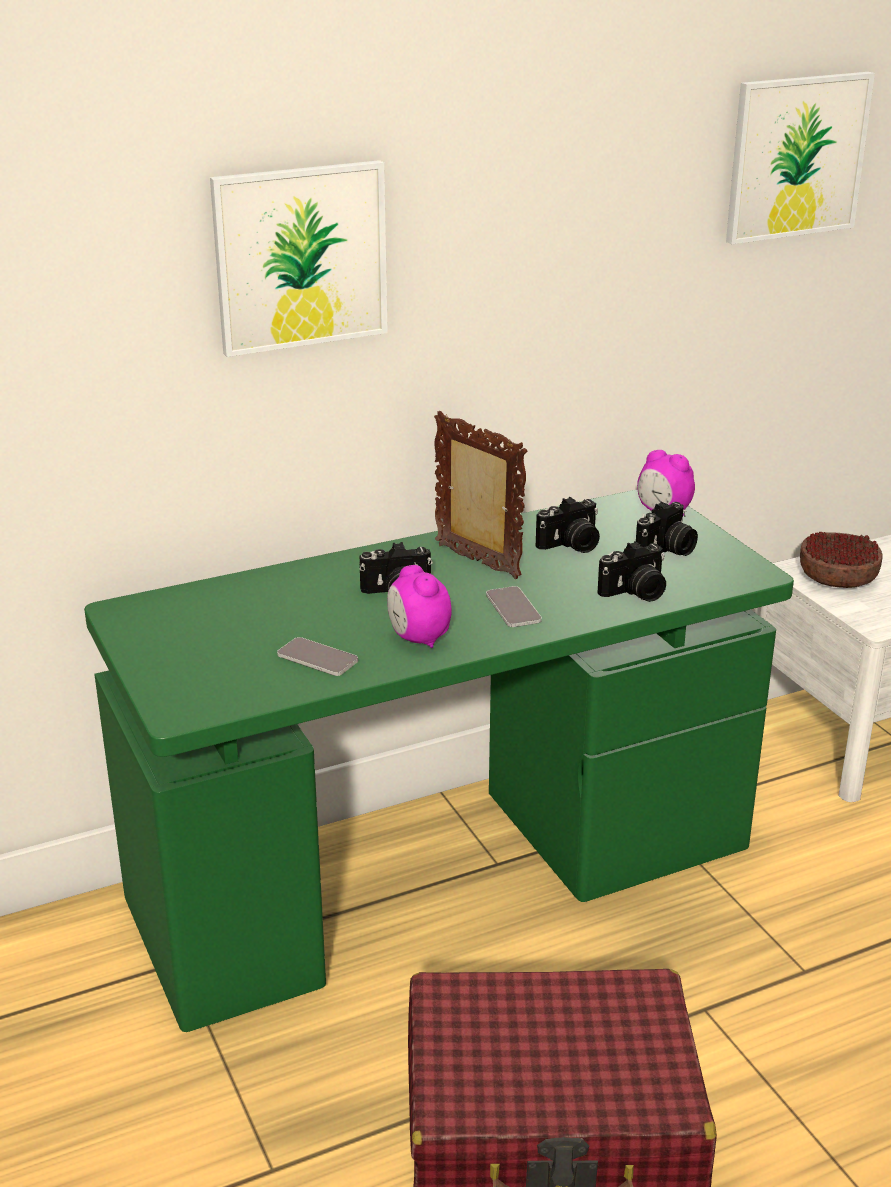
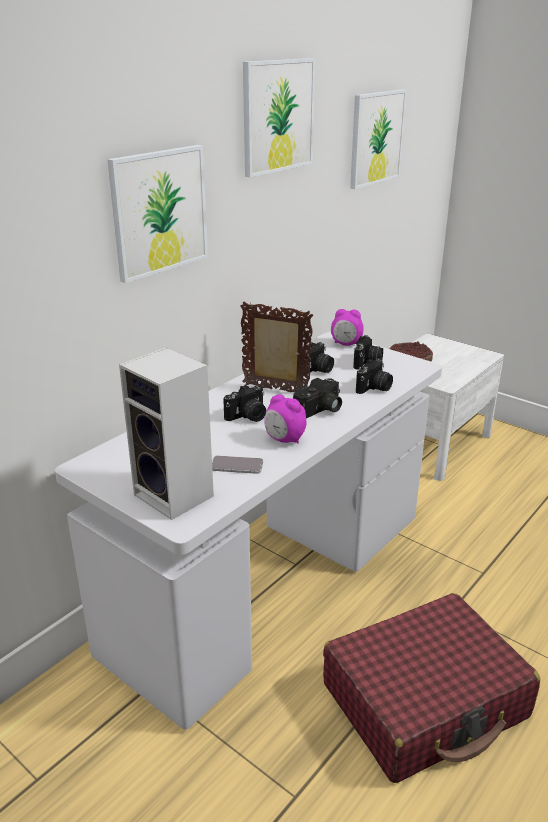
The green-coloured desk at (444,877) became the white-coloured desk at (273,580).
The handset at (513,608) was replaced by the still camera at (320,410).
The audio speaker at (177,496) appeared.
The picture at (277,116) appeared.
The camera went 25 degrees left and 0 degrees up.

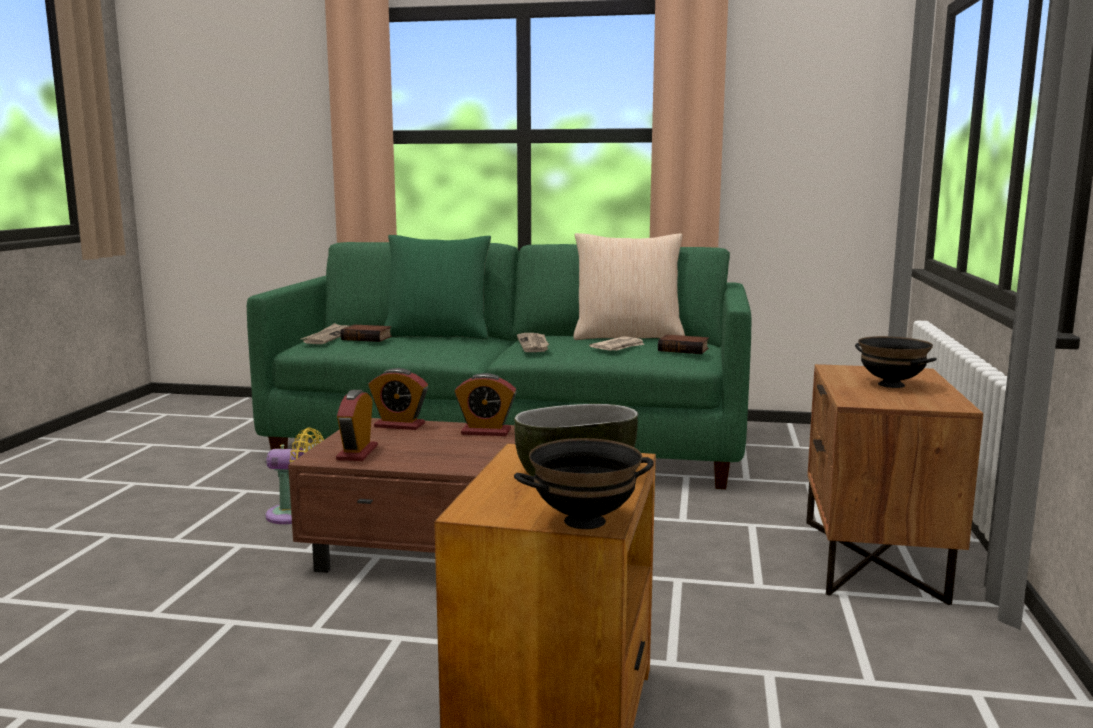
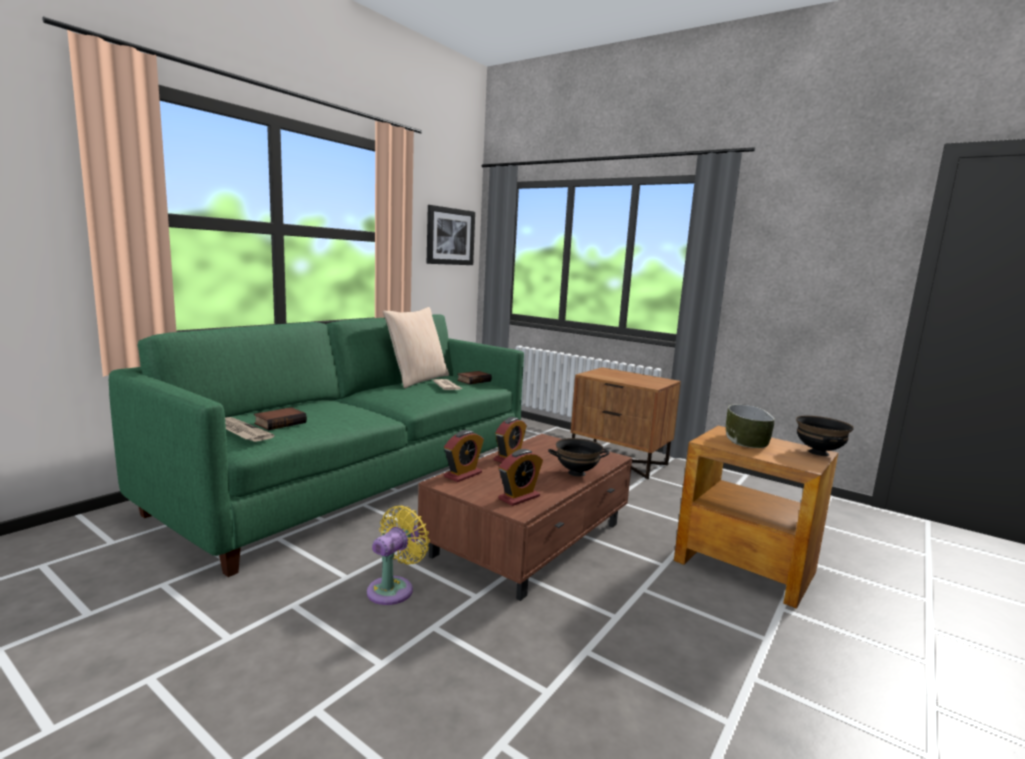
The bedside clock at (357,453) turned 75 degrees counterclockwise.
The green-coloured cushion at (438,335) disappeared.
The printed paper at (534,344) disappeared.
The blackish serving bowl moved from (892,385) to (577,473).
The picture at (450,236) appeared.
The camera went 65 degrees left and 0 degrees up.

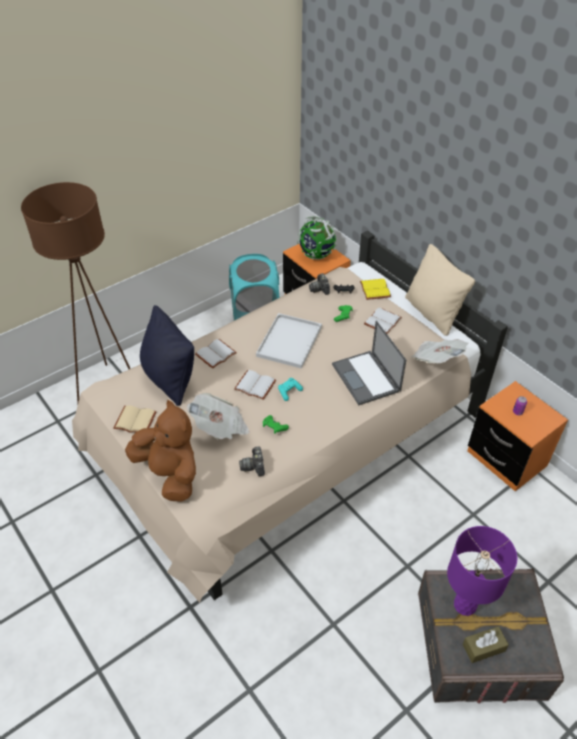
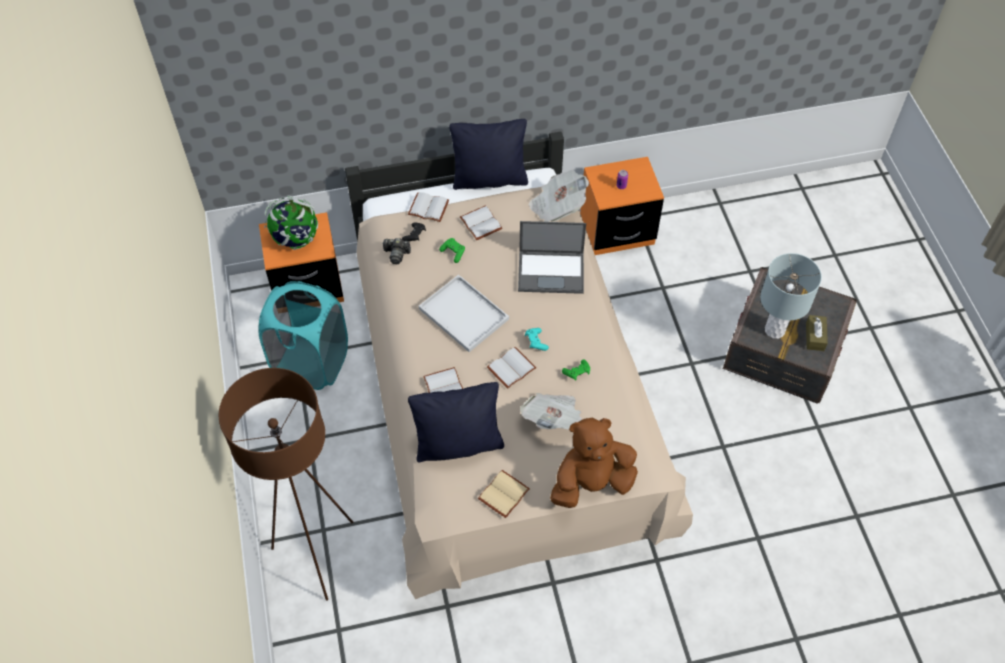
The still camera at (254,466) disappeared.
The yellow bound book at (374,289) became the white-coloured bound book at (427,208).
The beige-coloured cushion at (432,313) became the blackish cushion at (489,179).
The purple table lamp at (465,605) became the greyish table lamp at (774,330).
The camera went 65 degrees left and 10 degrees up.

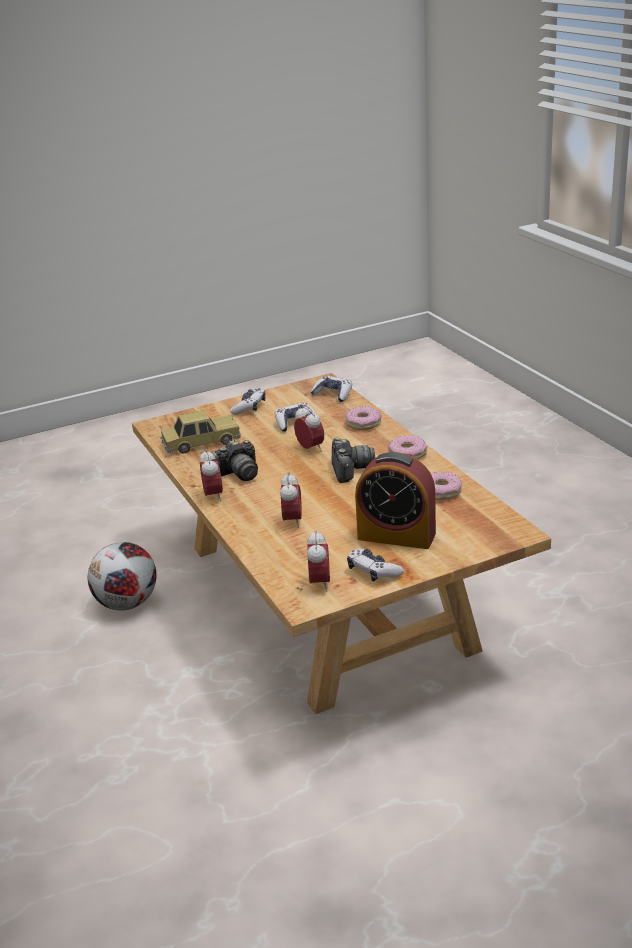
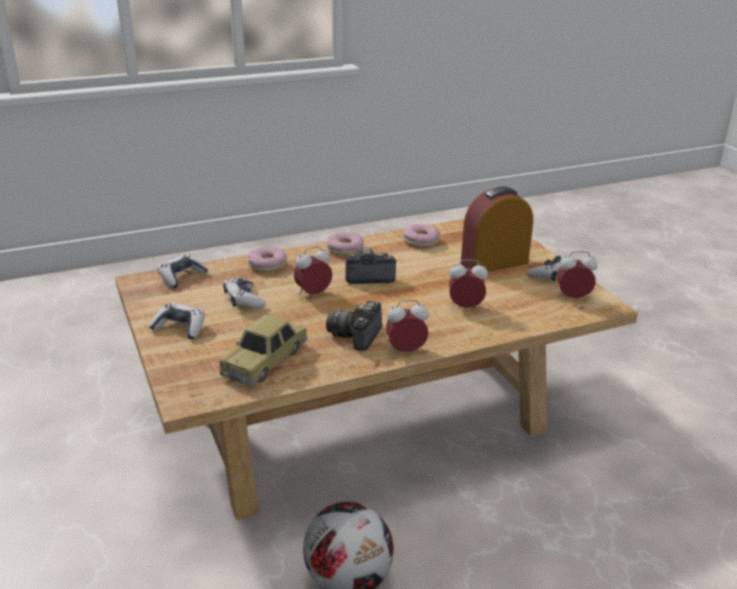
The model car at (201,443) turned 135 degrees counterclockwise.
The still camera at (237,474) turned 135 degrees counterclockwise.
The bedside clock at (396,536) turned 135 degrees counterclockwise.
The camera went 90 degrees left and 0 degrees up.

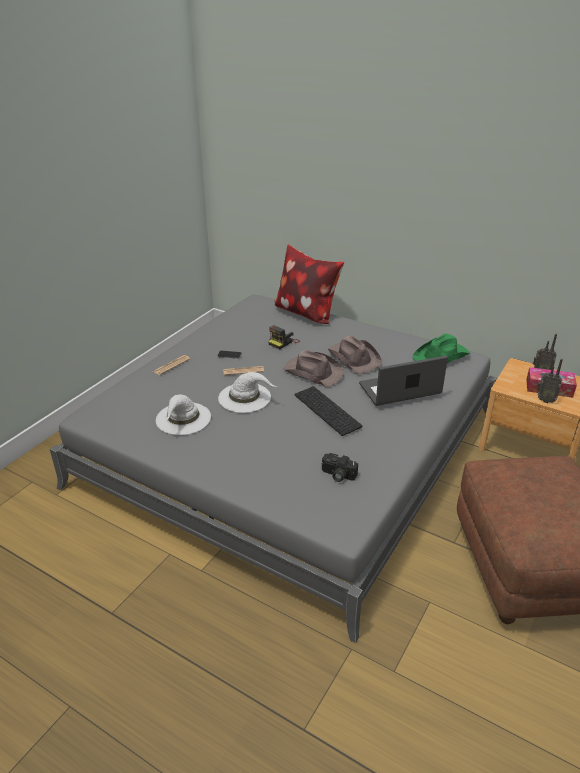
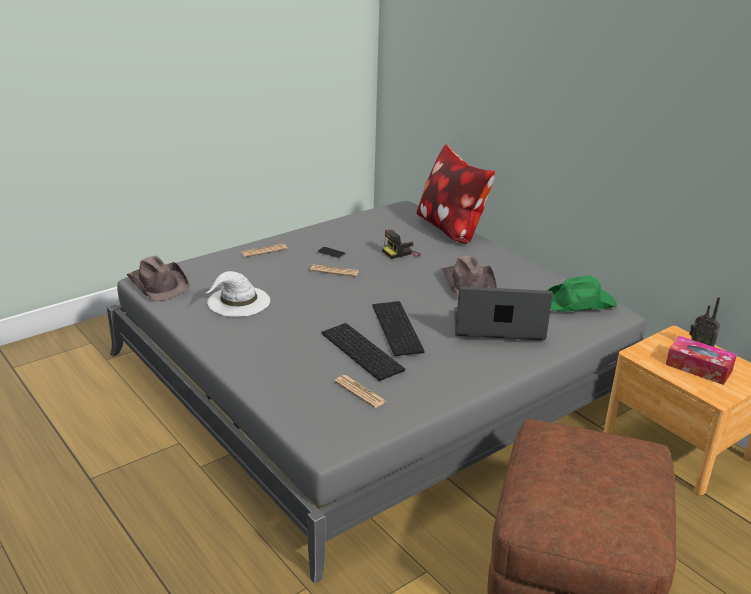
The white-coloured clothing hat at (245,397) disappeared.
The brownish clothing hat moved from (313,372) to (159,283).
The still camera at (337,475) was replaced by the printed paper at (360,392).
The radio at (545,400) disappeared.
The computer keyboard at (364,351) appeared.
The camera went 20 degrees right and 5 degrees down.

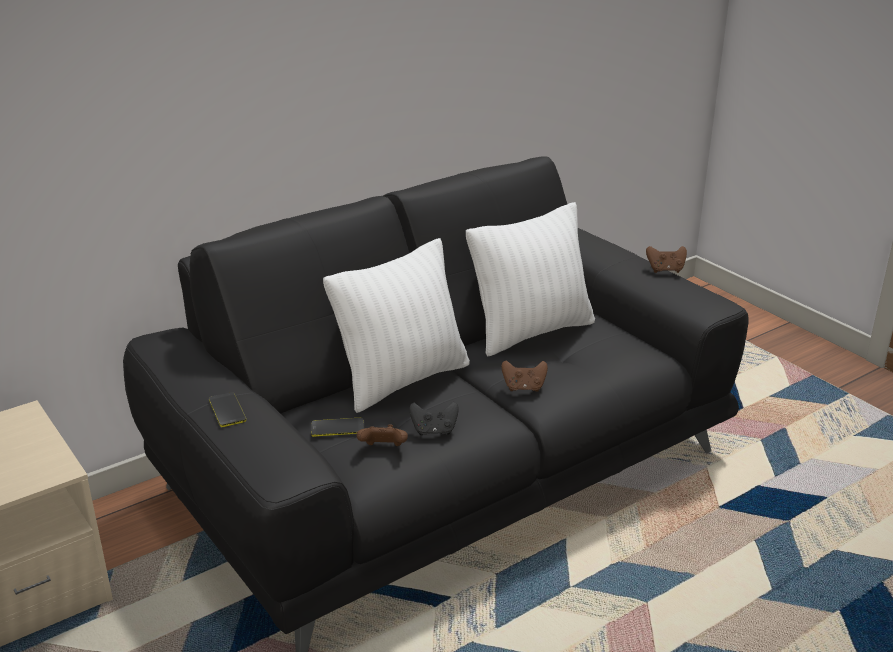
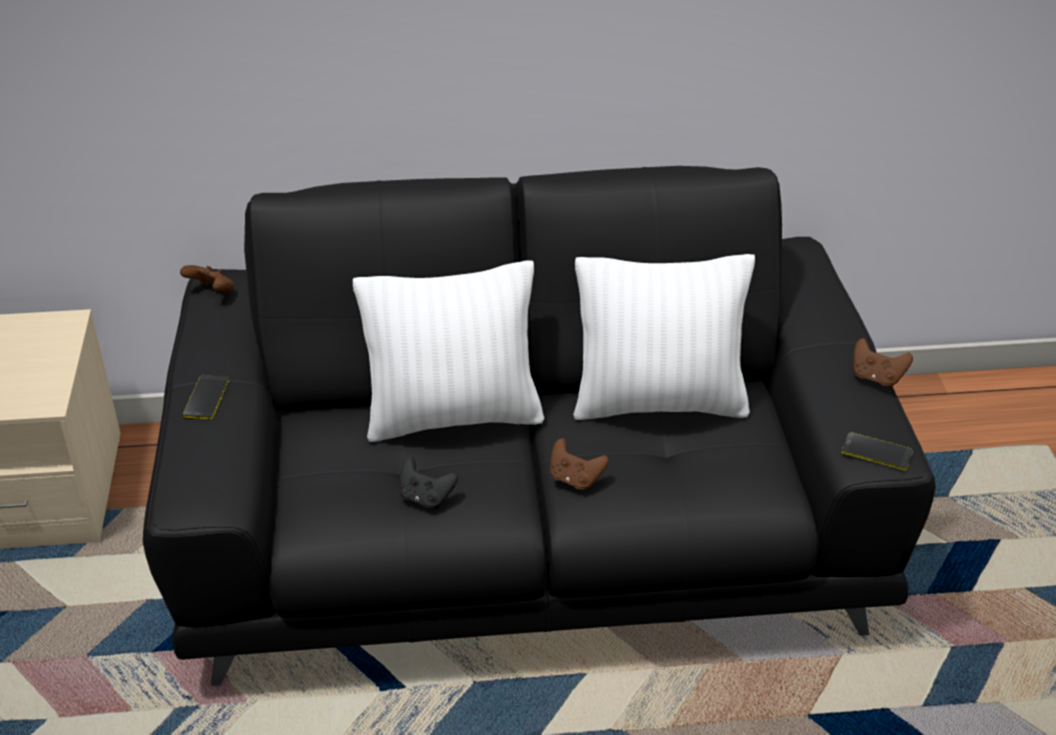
The handset moved from (337,428) to (877,452).
The brownish game controller moved from (383,449) to (212,293).
The camera went 30 degrees right and 10 degrees up.

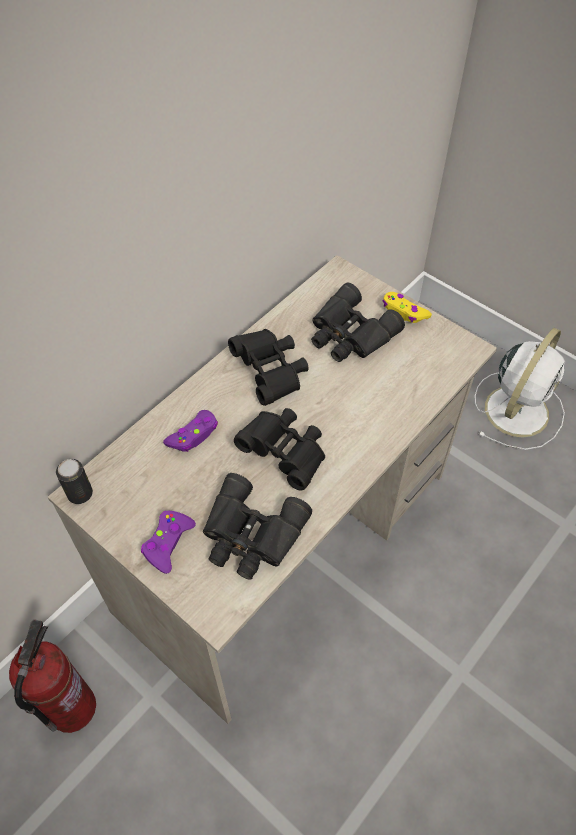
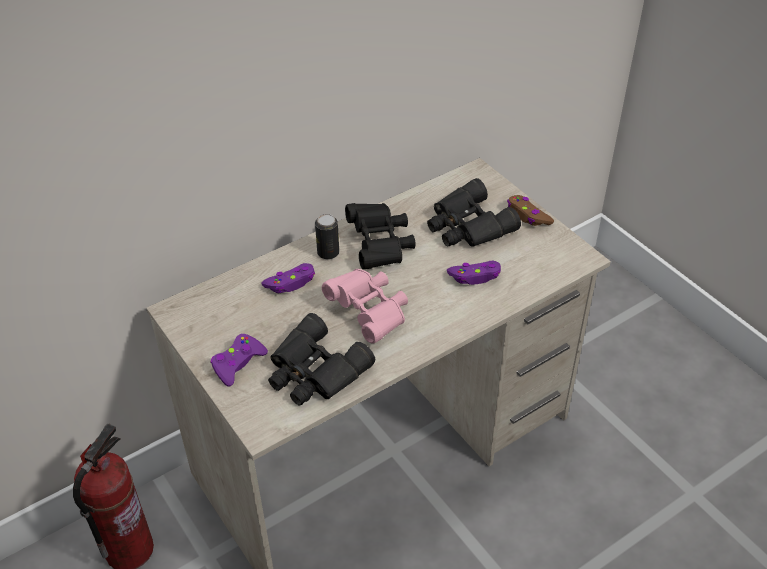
The can moved from (80,494) to (328,253).
The blackish binoculars at (285,454) became the pink binoculars at (370,313).
The yellow game controller at (404,312) became the brownish game controller at (528,216).
The white-coloured fan at (517,409) disappeared.
The purple game controller at (475,276) appeared.
The camera went 15 degrees right and 10 degrees down.

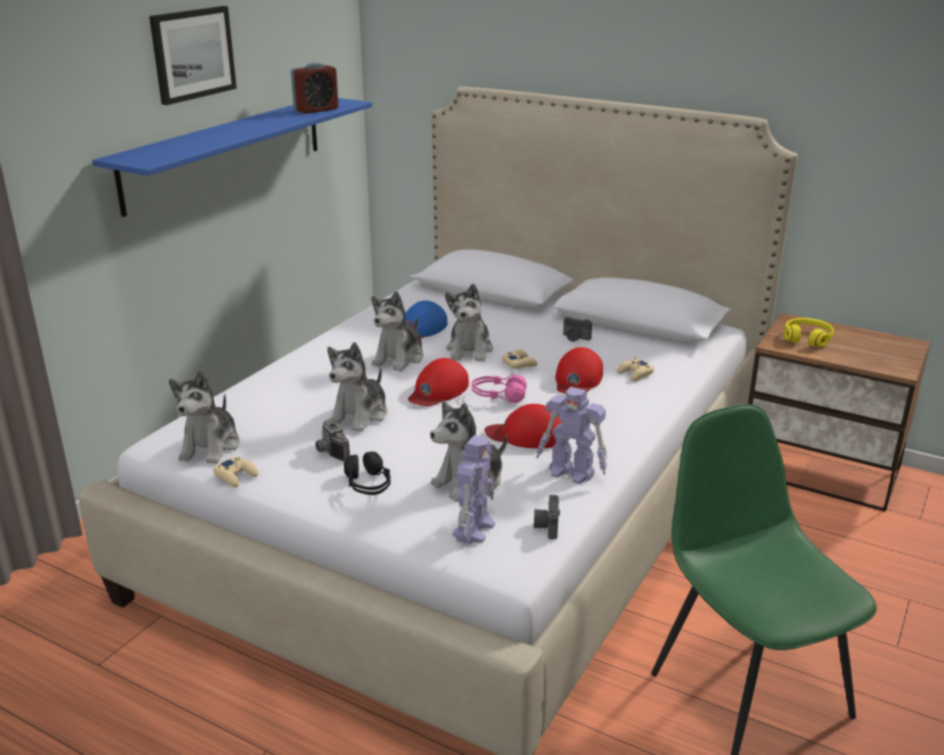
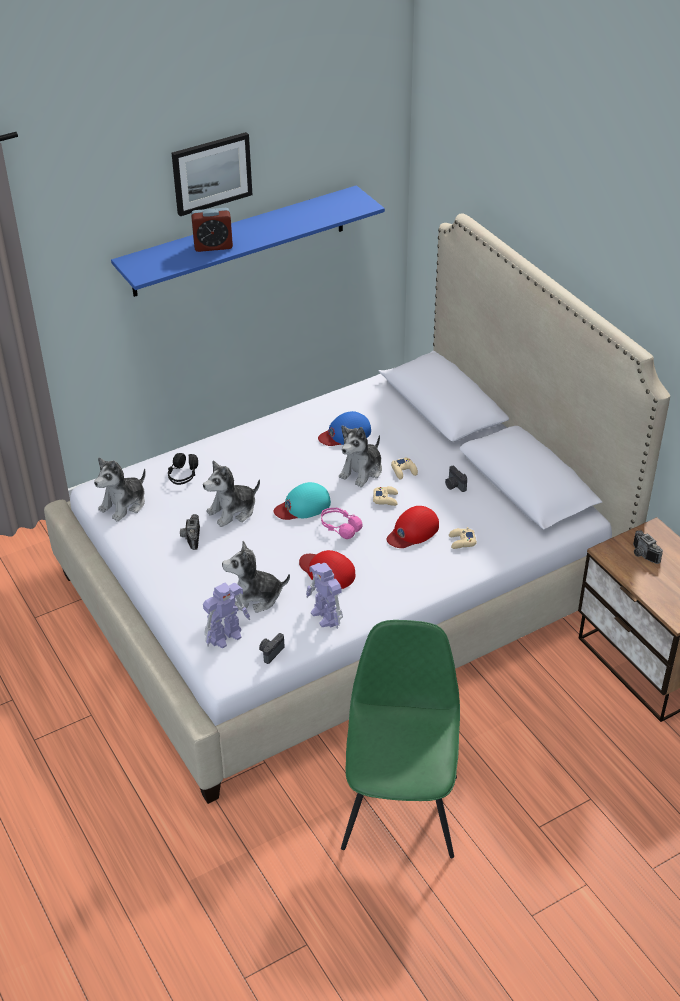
The beige-coloured game controller moved from (236,476) to (404,471).
The bedside clock moved from (316,110) to (213,246).
The blackish headset moved from (368,485) to (183,475).
The cuddly toy at (399,358) disappeared.
The red cap at (438,390) became the turquoise cap at (303,506).
The yellow headset at (807,338) was replaced by the still camera at (642,555).
The camera went 30 degrees right and 15 degrees up.

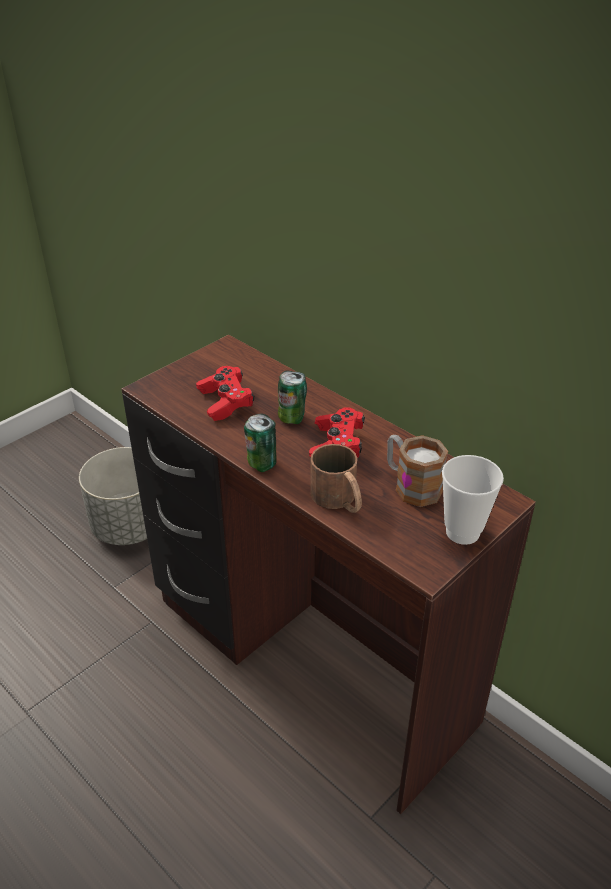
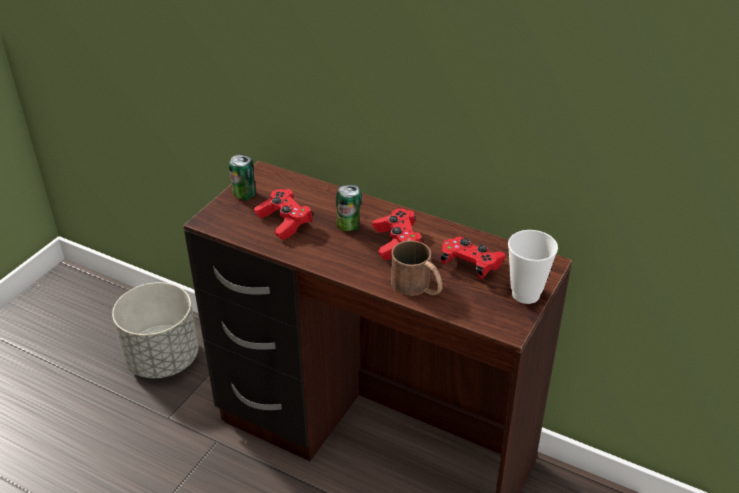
The can moved from (261,464) to (244,195).
The coffee mug at (411,485) was replaced by the red game controller at (470,264).
The camera went 15 degrees left and 0 degrees up.

